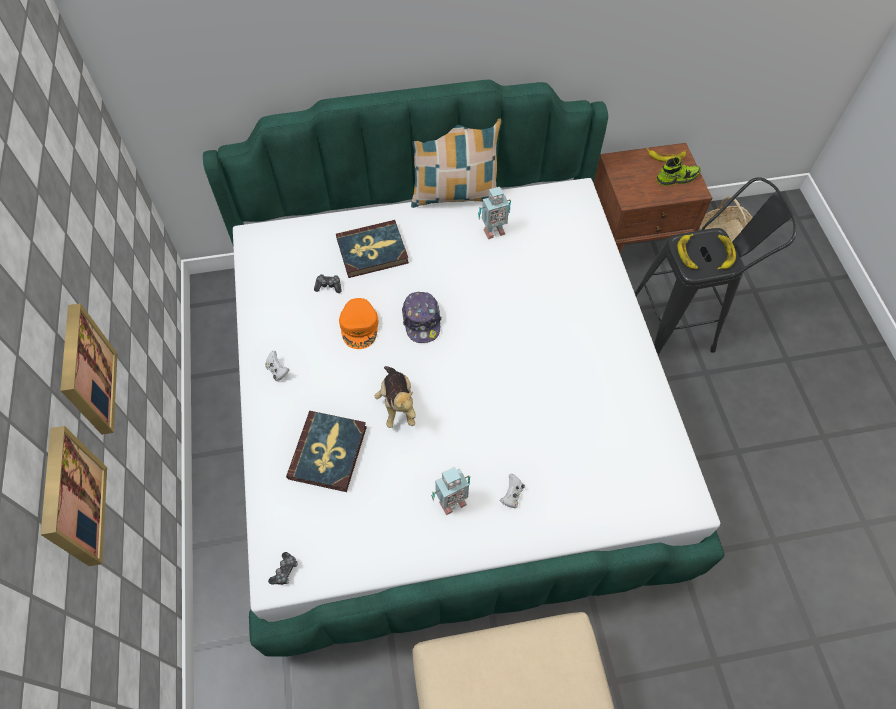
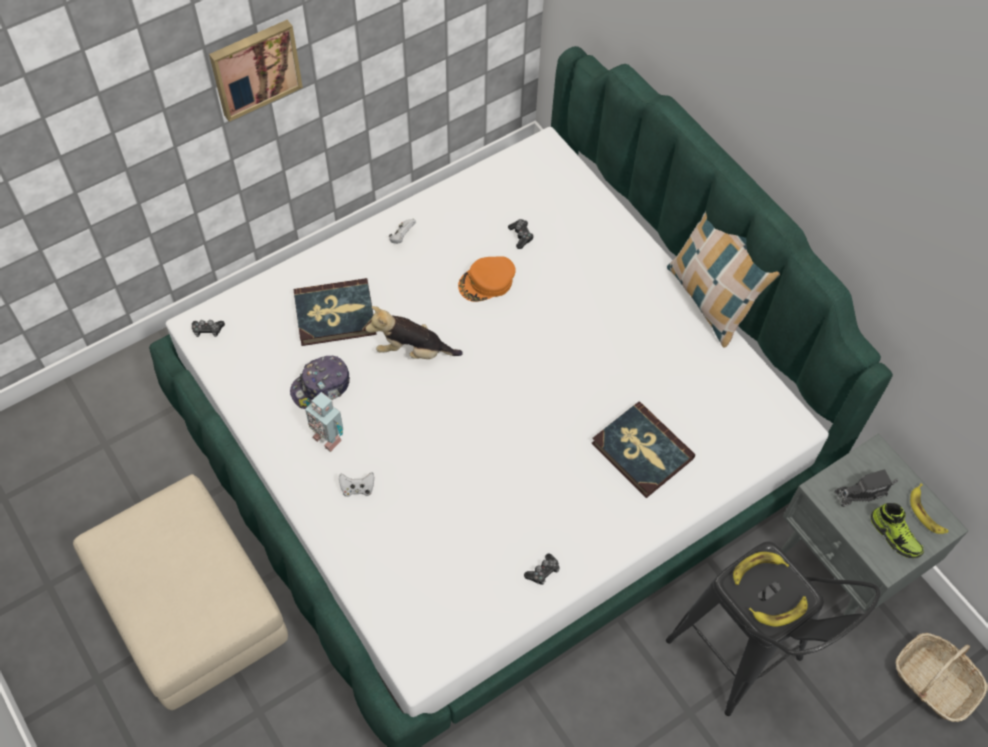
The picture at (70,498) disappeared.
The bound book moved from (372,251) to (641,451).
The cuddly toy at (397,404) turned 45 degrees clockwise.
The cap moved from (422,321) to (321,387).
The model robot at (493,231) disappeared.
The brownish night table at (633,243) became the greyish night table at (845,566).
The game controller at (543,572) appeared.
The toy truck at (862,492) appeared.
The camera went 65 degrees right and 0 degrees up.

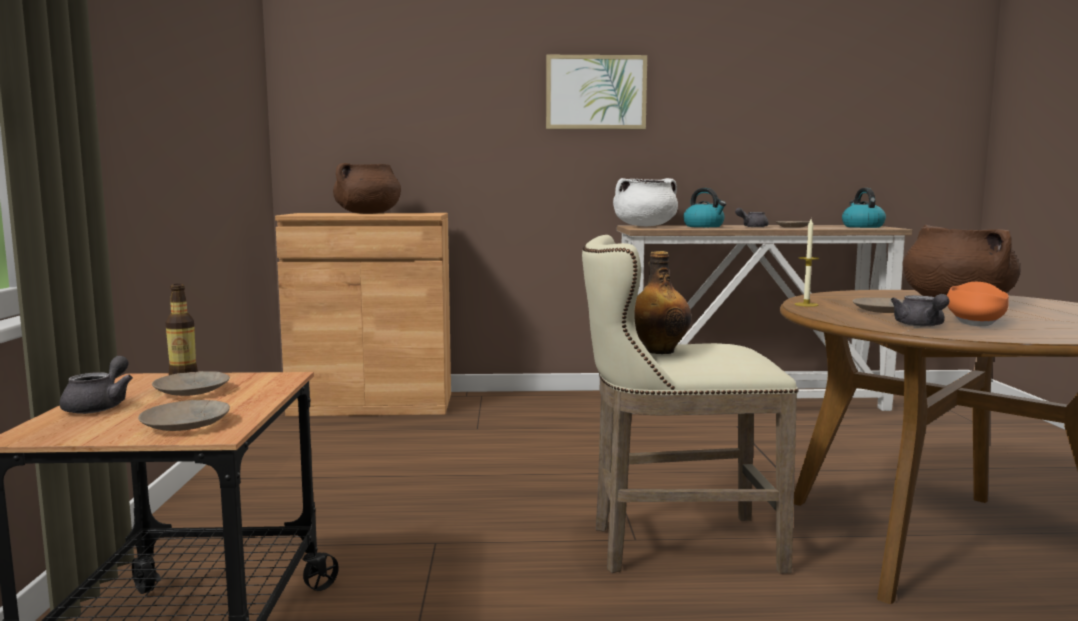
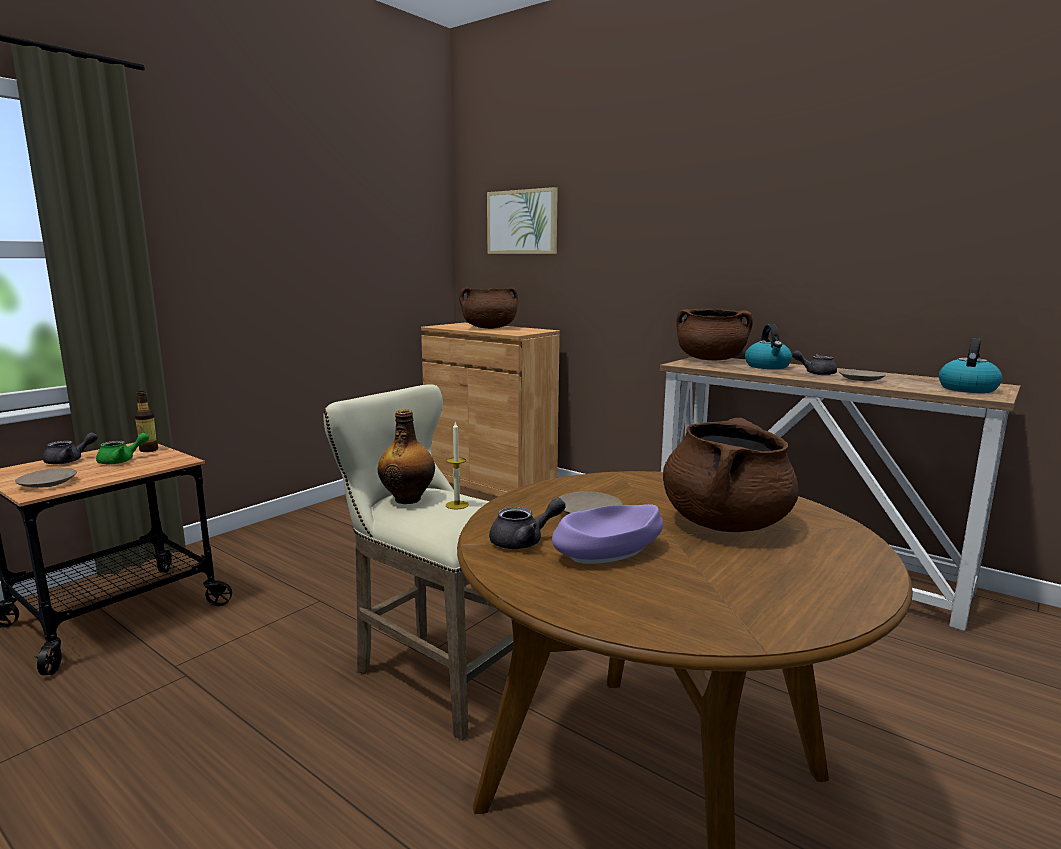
The beige-coloured flat dish at (193,391) was replaced by the green-coloured pot for tea at (122,460).
The picture moved from (595,92) to (522,222).
The white-coloured stockpot at (645,226) became the brownish stockpot at (711,359).
The wax light moved from (806,304) to (457,505).
The greyish pot for tea at (921,325) turned 150 degrees counterclockwise.
The orangey serving bowl at (974,320) became the purple serving bowl at (608,553).
The camera went 40 degrees right and 5 degrees up.

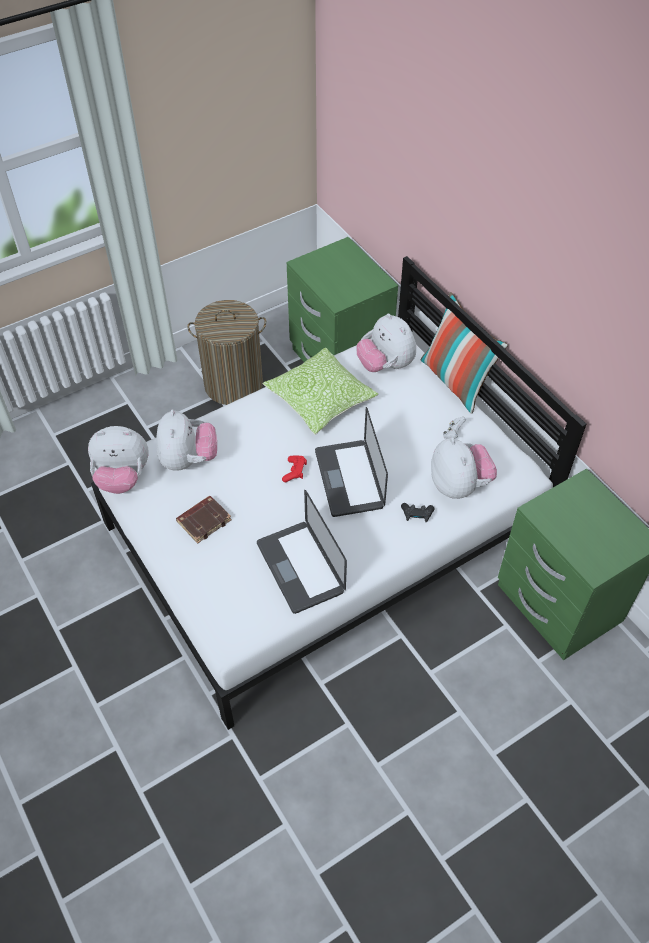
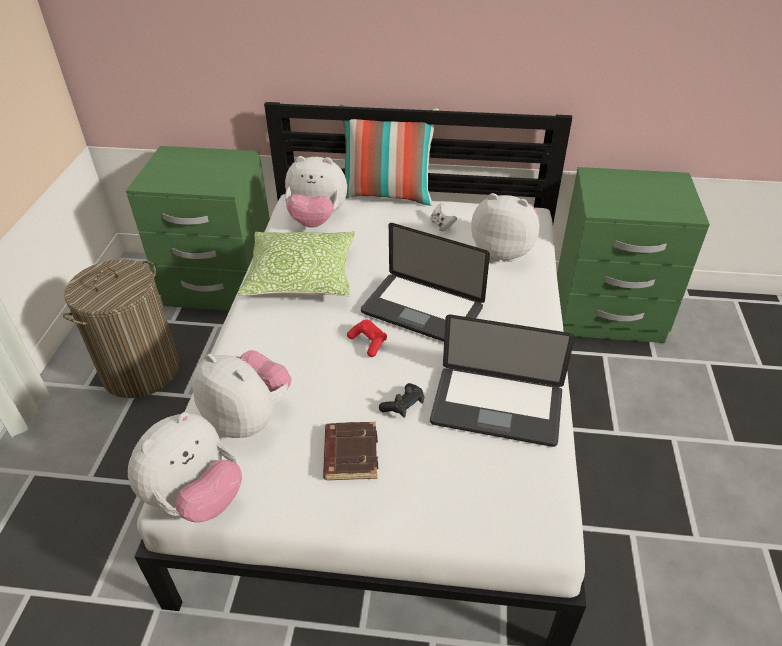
The blackish game controller moved from (417,515) to (403,406).
The camera went 50 degrees left and 10 degrees down.

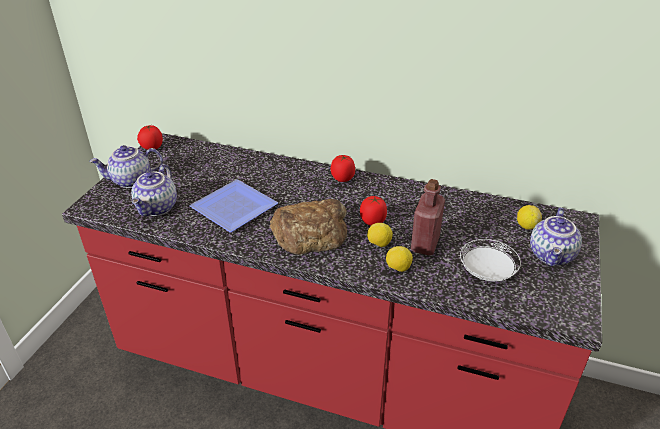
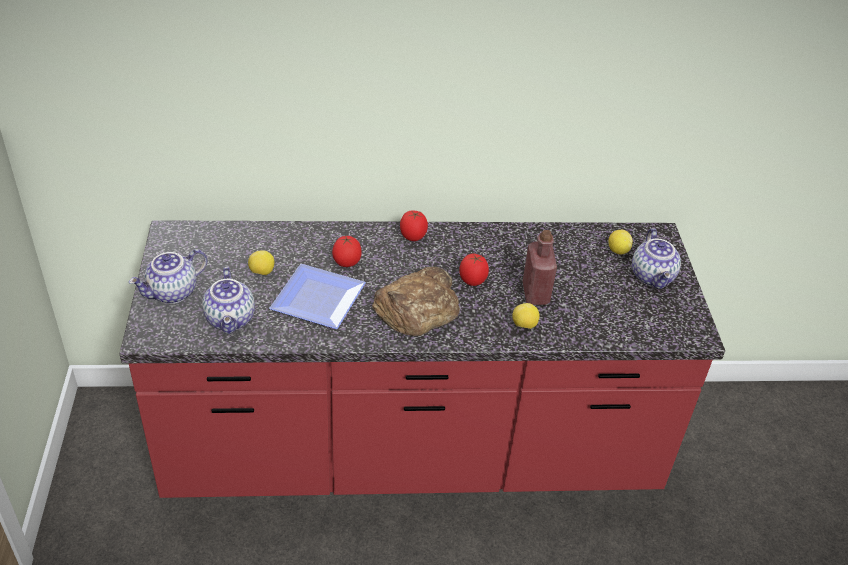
The fresh tomato moved from (152,148) to (346,263).
The lemon moved from (379,244) to (262,272).
The white-coloured flat dish at (487,272) disappeared.
The camera went 25 degrees left and 5 degrees up.

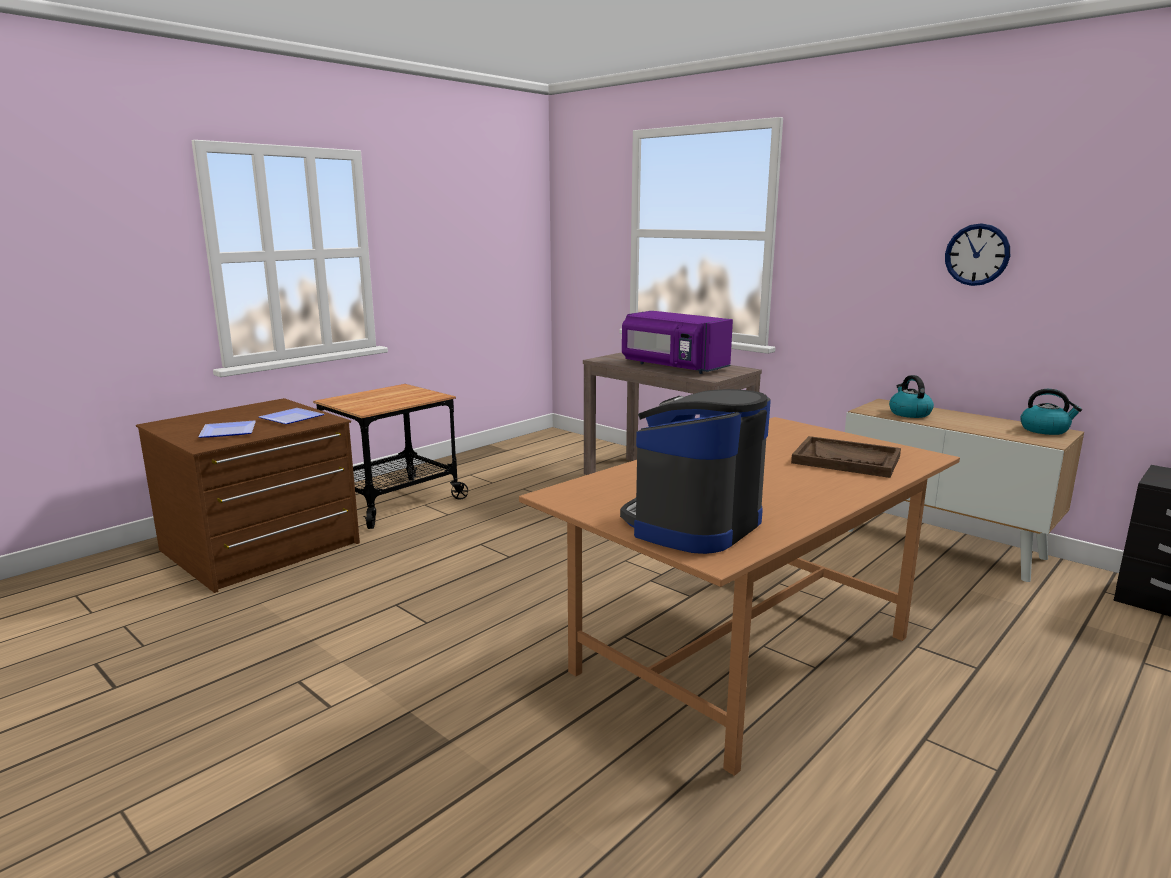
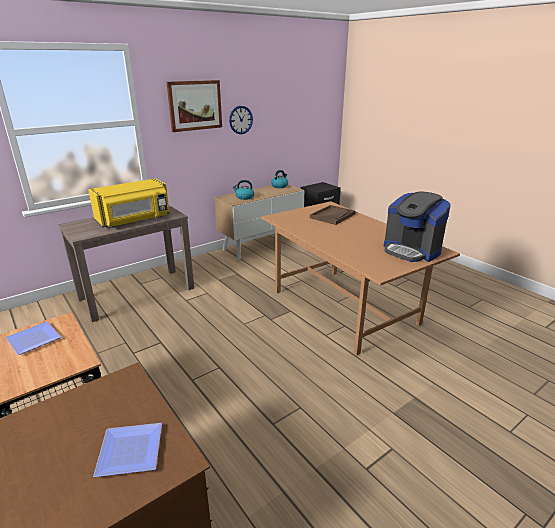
The flat dish moved from (292,418) to (32,339).
The purple microwave at (672,367) became the yellow microwave at (135,220).
The picture at (195,105) appeared.
The camera went 80 degrees left and 10 degrees up.

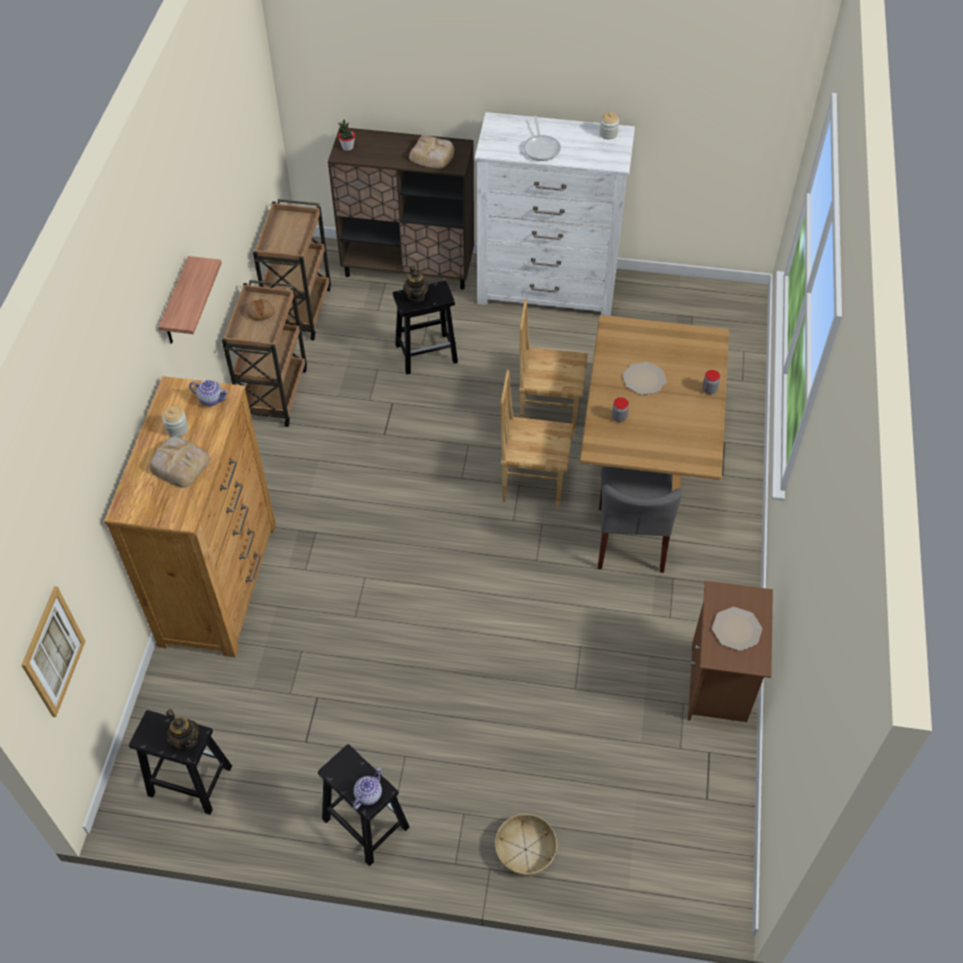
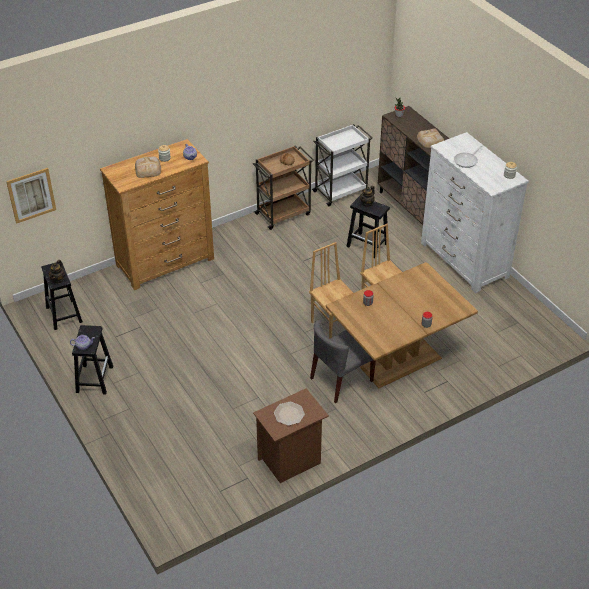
The bracket shelf at (177,304) disappeared.
The brownish cart at (300,309) became the white-coloured cart at (341,191).
The household basket at (525,849) disappeared.
The flat dish at (643,379) disappeared.
The camera went 50 degrees right and 10 degrees down.

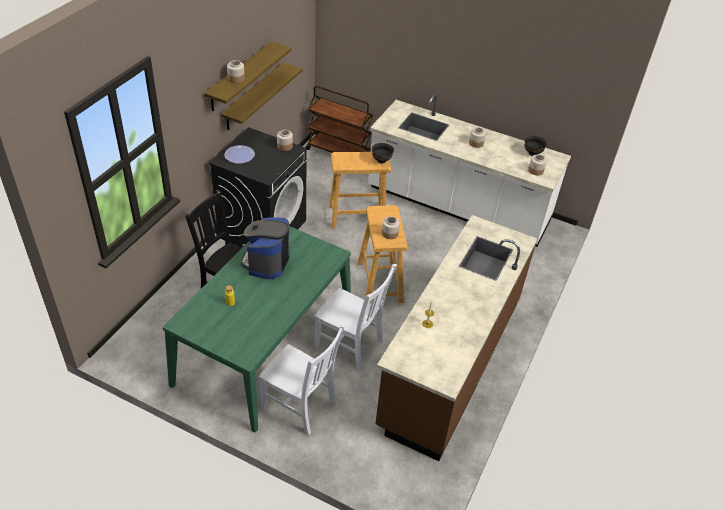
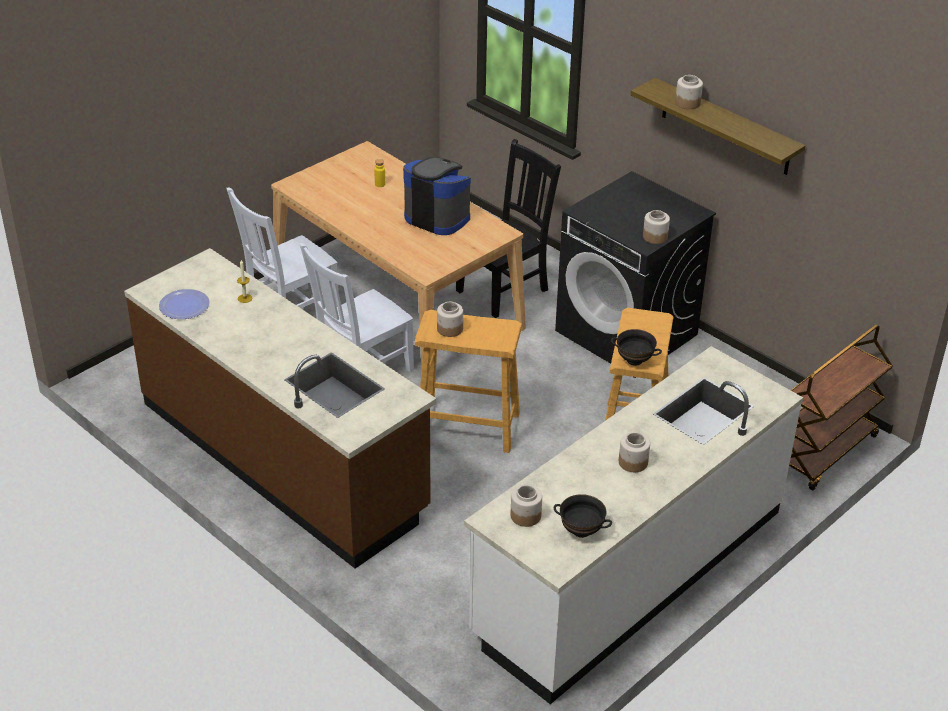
The green-coloured dining table at (265,345) became the beige-coloured dining table at (396,302).
The bracket shelf at (253,97) disappeared.
The flat dish moved from (239,155) to (184,305).
The camera went 110 degrees right and 5 degrees down.

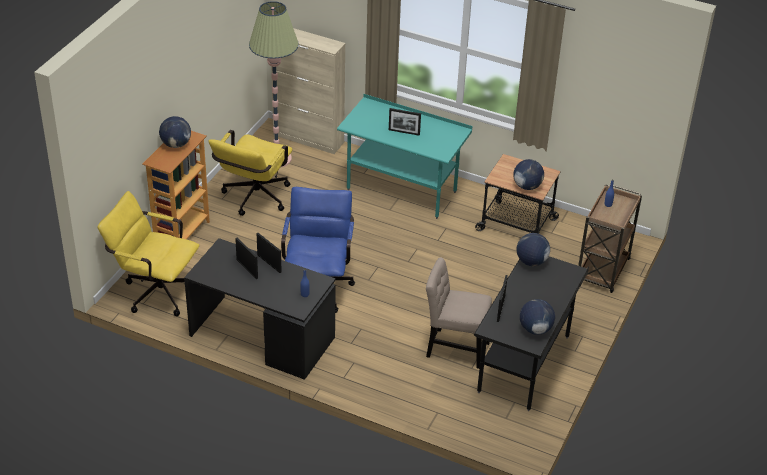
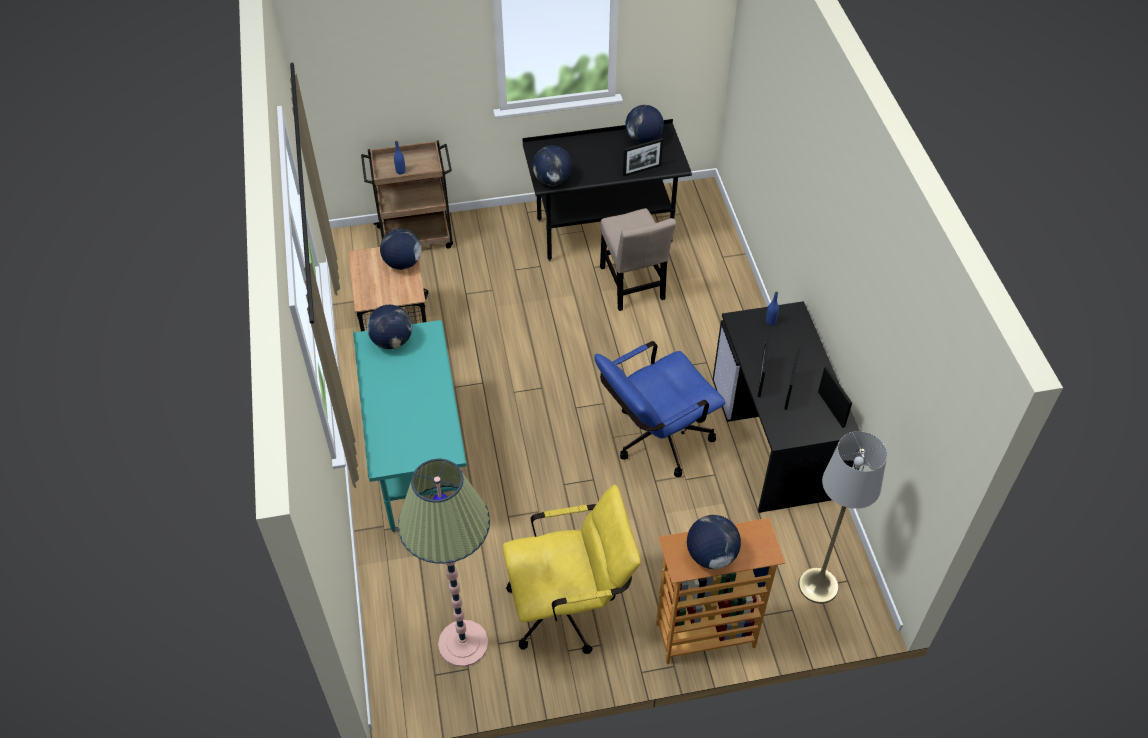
The yellow computer chair at (154,290) was replaced by the greyish standing lamp at (818,585).
The beige-coloured storage cabinet at (308,139) disappeared.
The standing frame moved from (404,132) to (831,409).
The world globe at (392,341) appeared.
The camera went 125 degrees left and 10 degrees up.

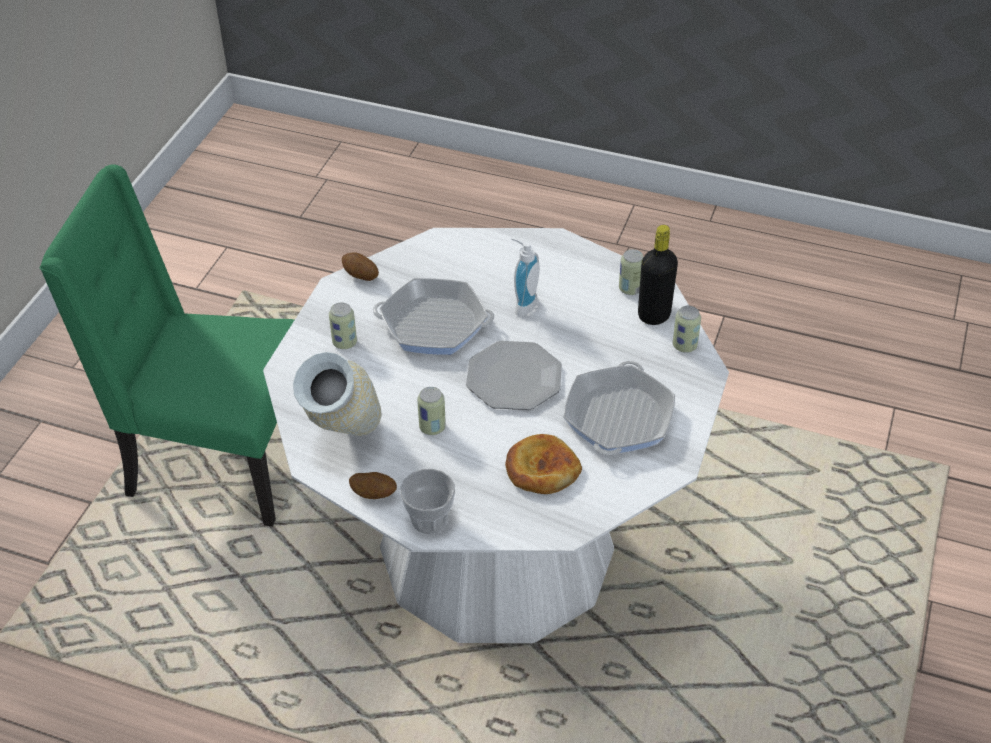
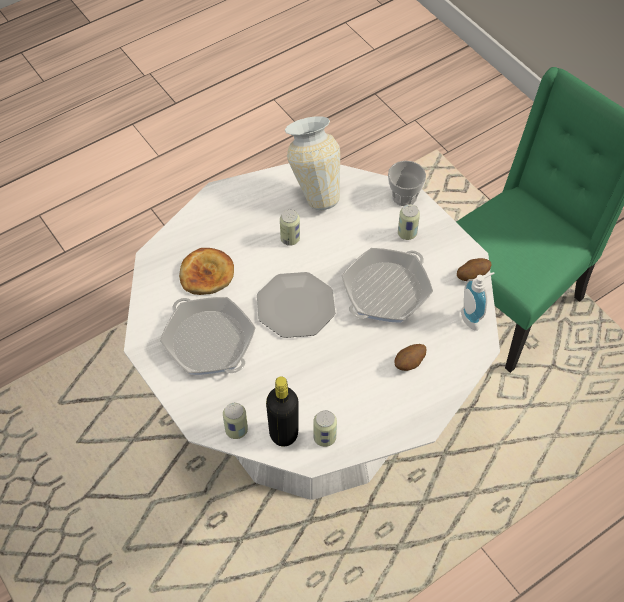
The spud moved from (374,494) to (409,363).
The cup moved from (429,519) to (404,196).
The liquid soap bottle moved from (522,305) to (473,318).
The camera went 125 degrees right and 10 degrees up.

